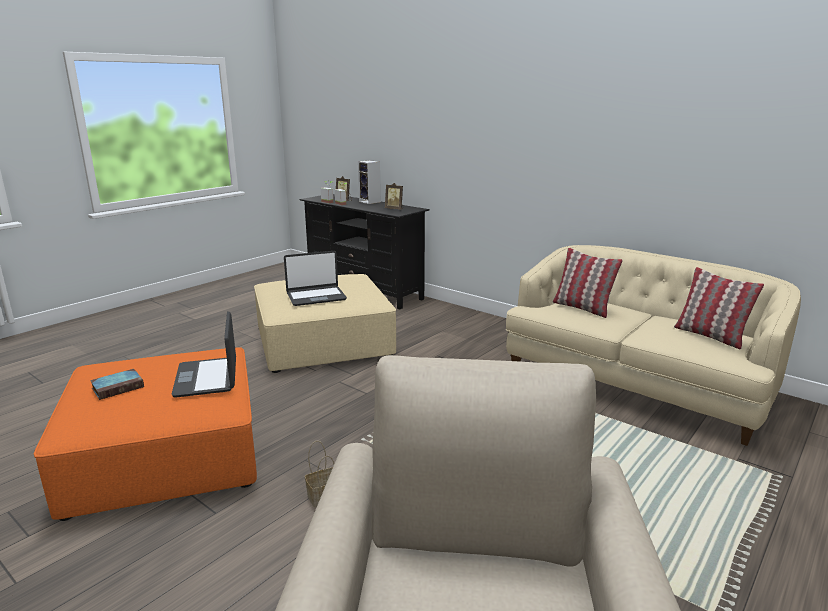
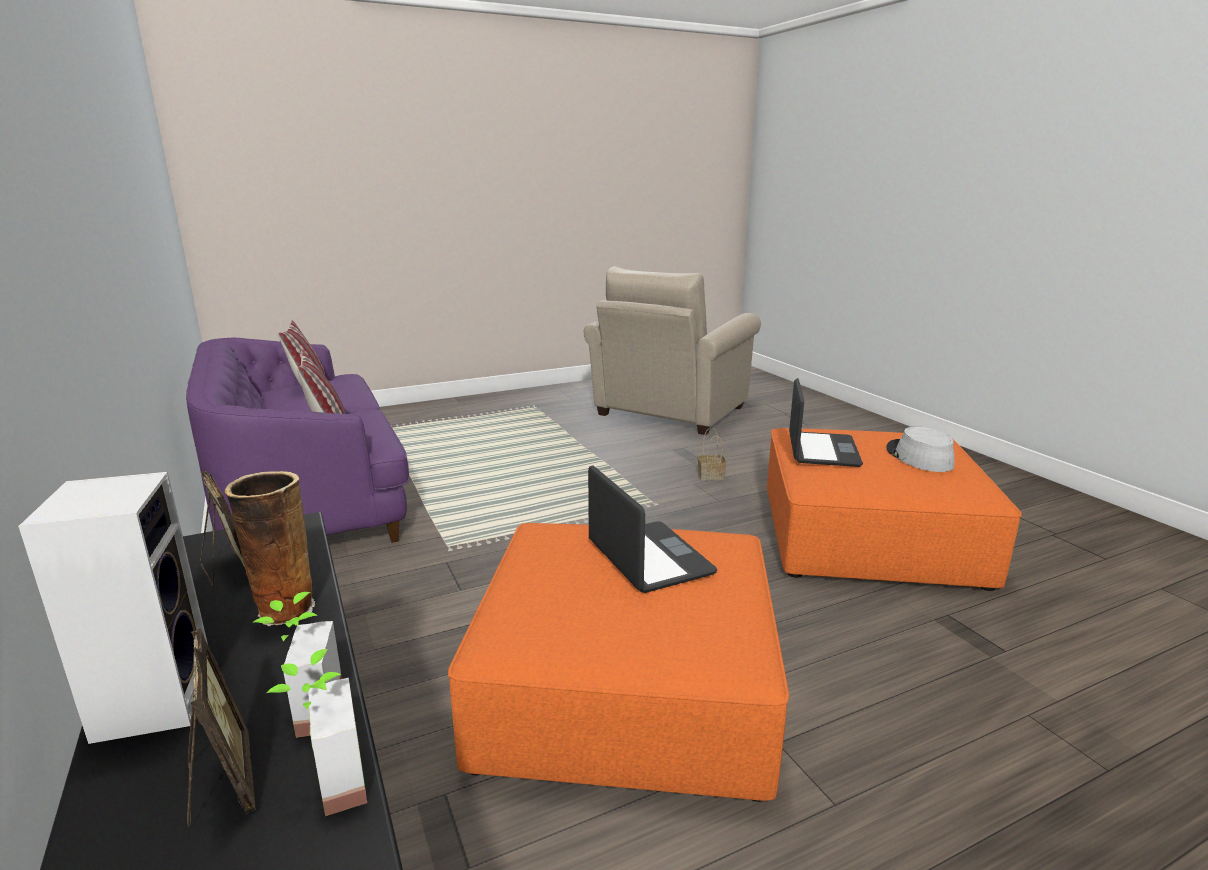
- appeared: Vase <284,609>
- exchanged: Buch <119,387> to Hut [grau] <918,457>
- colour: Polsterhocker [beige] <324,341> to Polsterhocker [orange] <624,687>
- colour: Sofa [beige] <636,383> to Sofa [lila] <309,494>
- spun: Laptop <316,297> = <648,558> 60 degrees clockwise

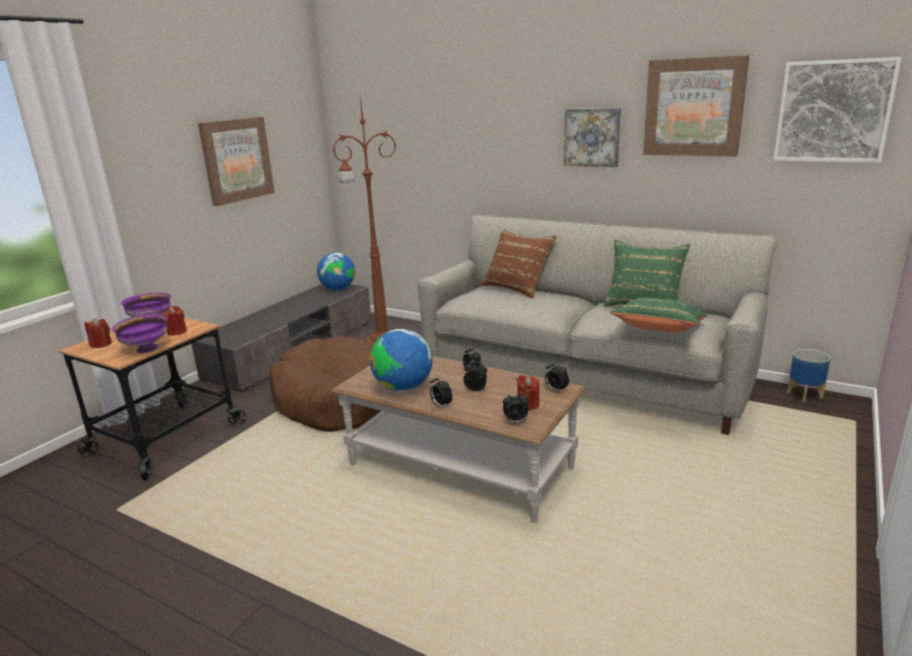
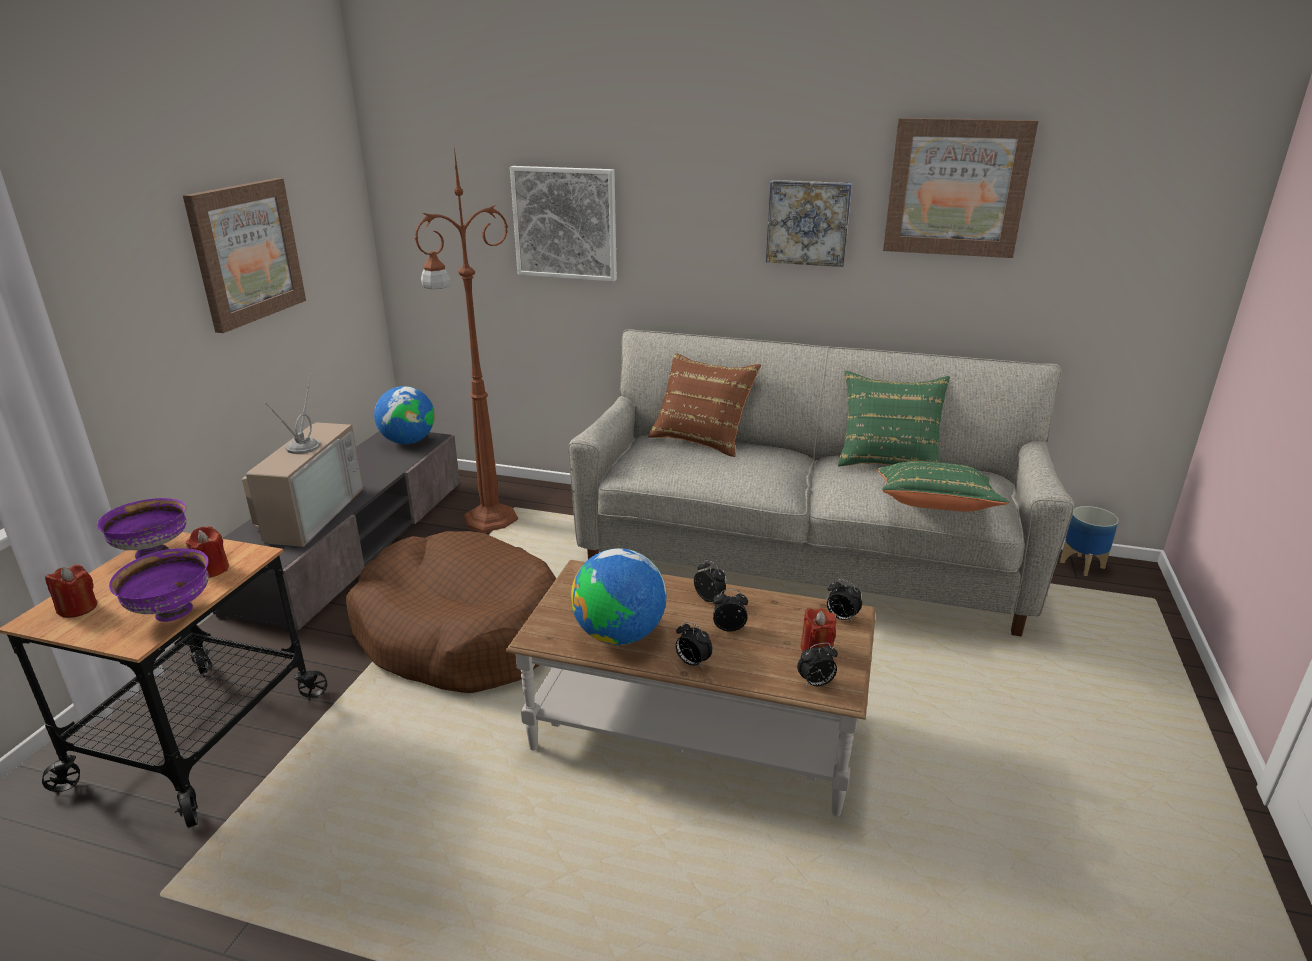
- appeared: Fernseher <308,513>
- relocated: Bild <833,111> to <565,223>

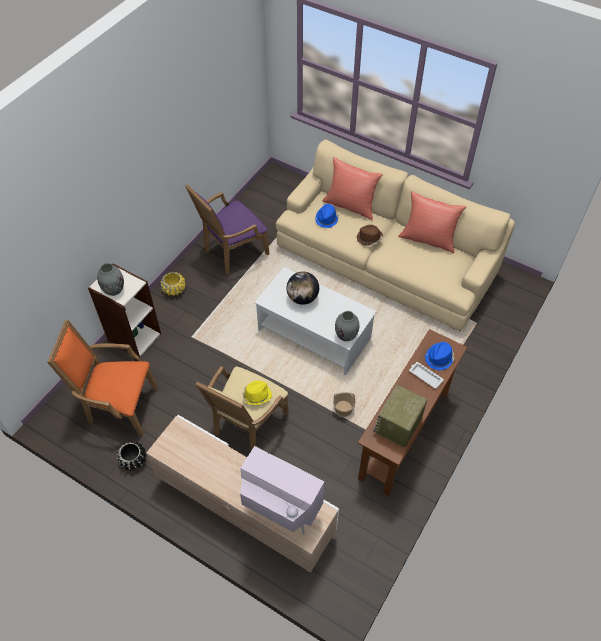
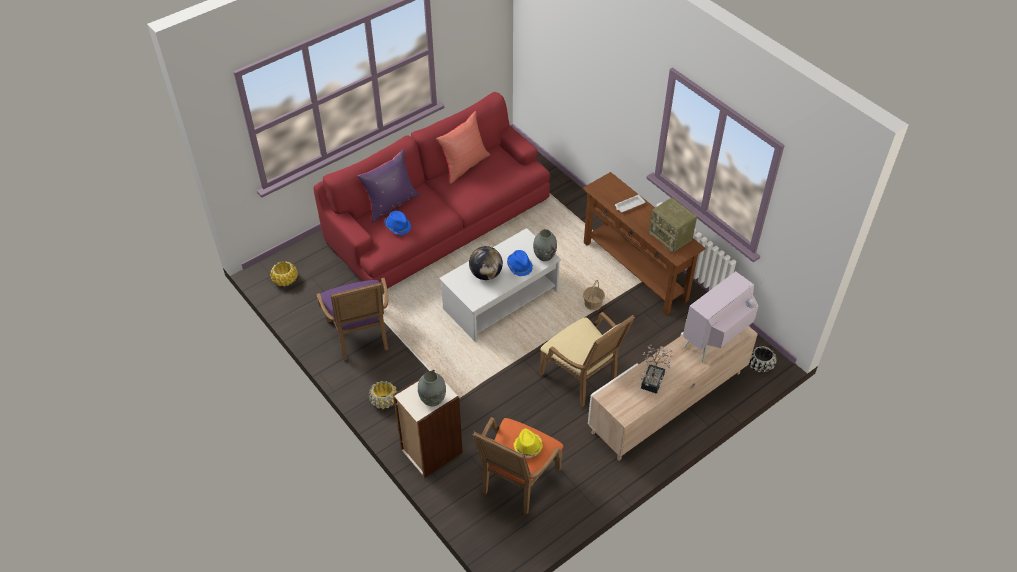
- missing: Hut [braun] <369,238>
- appeared: Pflanzkübel [gelb] <285,280>
- appeared: Topfpflanze <654,379>
- relocated: Pflanzkübel [schwarz] <133,460> to <759,365>
- relocated: Hut [gelb] <256,395> to <527,447>
- relocated: Hut [blau] <439,358> to <519,266>
- colour: Sofa [beige] <385,261> to Sofa [rot] <439,221>
- colour: Kissen [rot] <350,205> to Kissen [lila] <390,204>

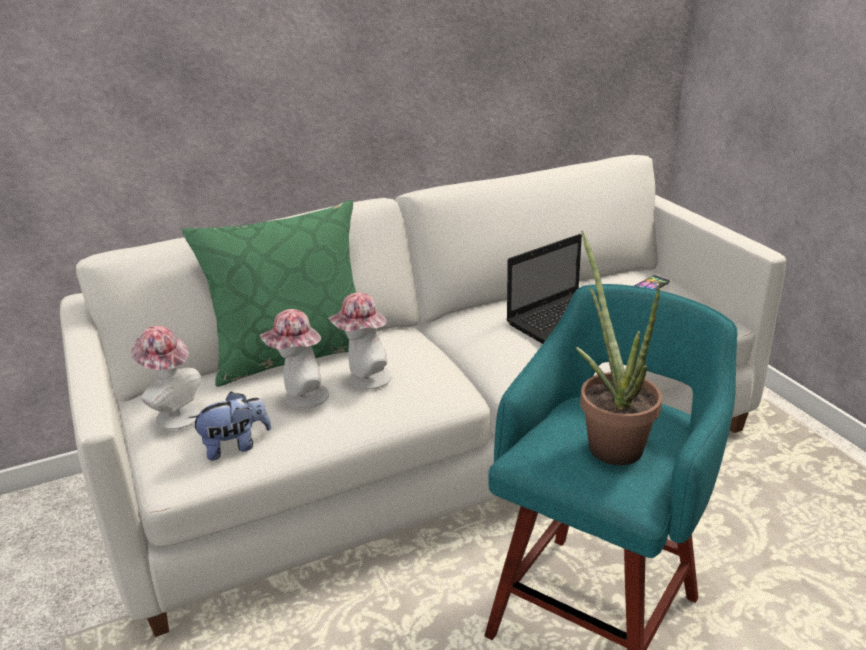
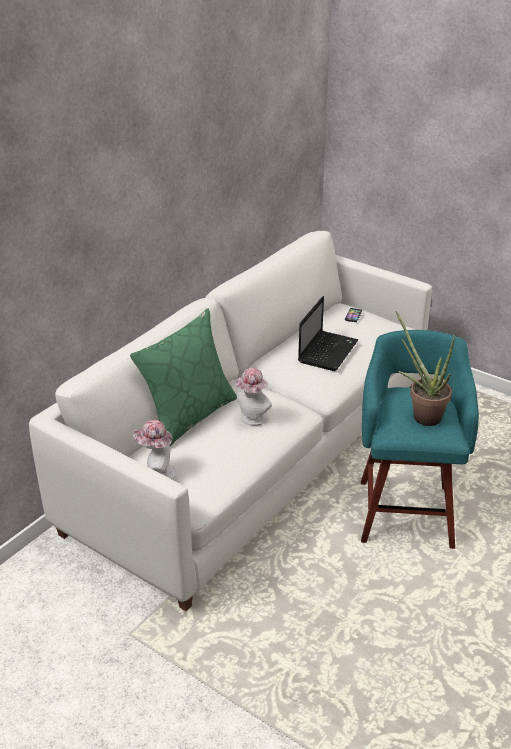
- missing: Plüschtier <235,446>
- missing: Hut <301,398>

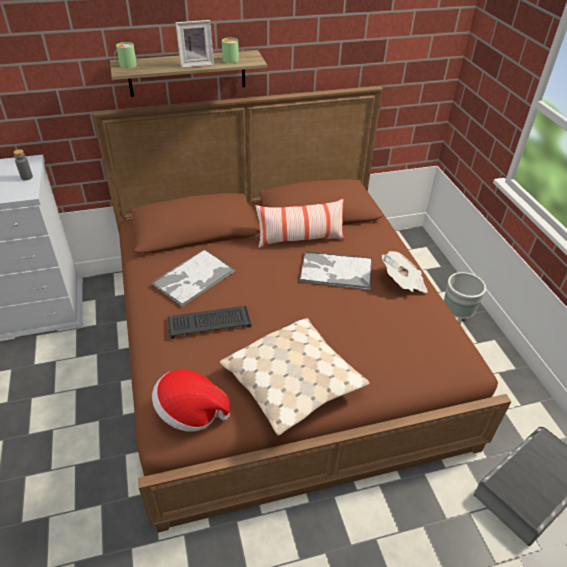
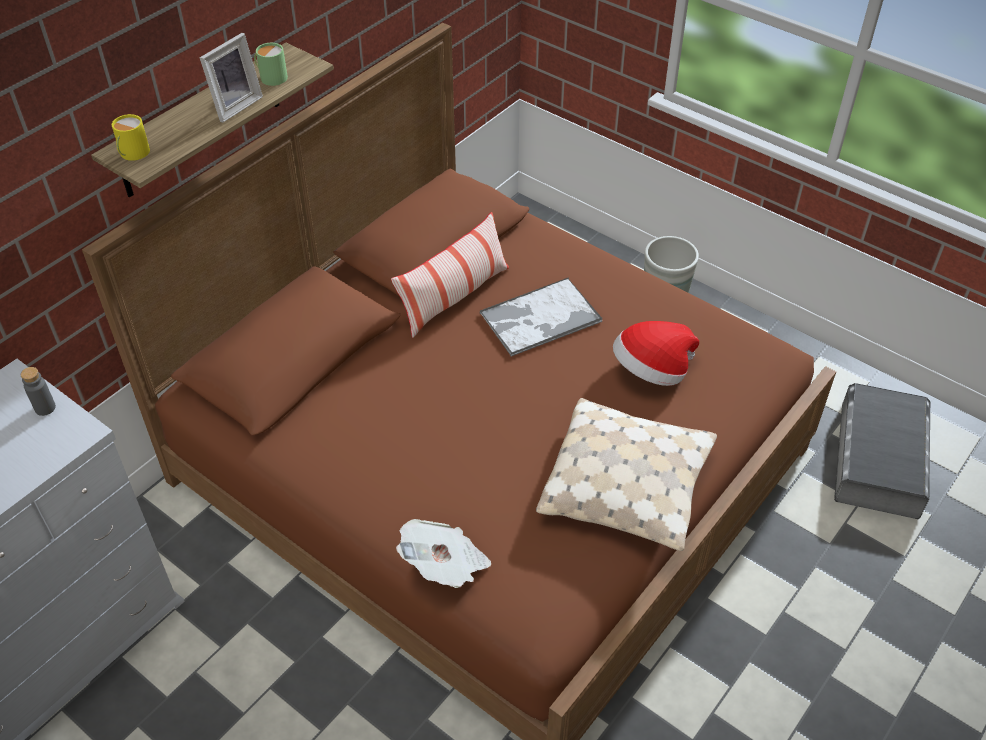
- missing: Tablett <193,278>
- missing: Tastatur <210,322>
- relocated: Hut <190,412> to <651,371>
- relocated: Zeitung <403,282> to <445,566>
- colour: Henkelbecher [grün] <126,65> to Henkelbecher [gelb] <132,153>

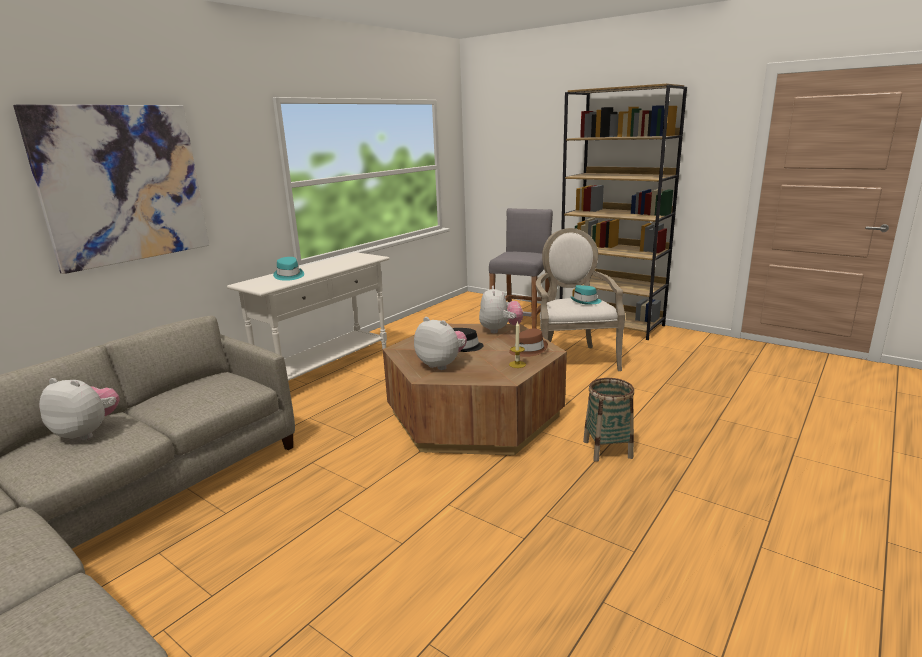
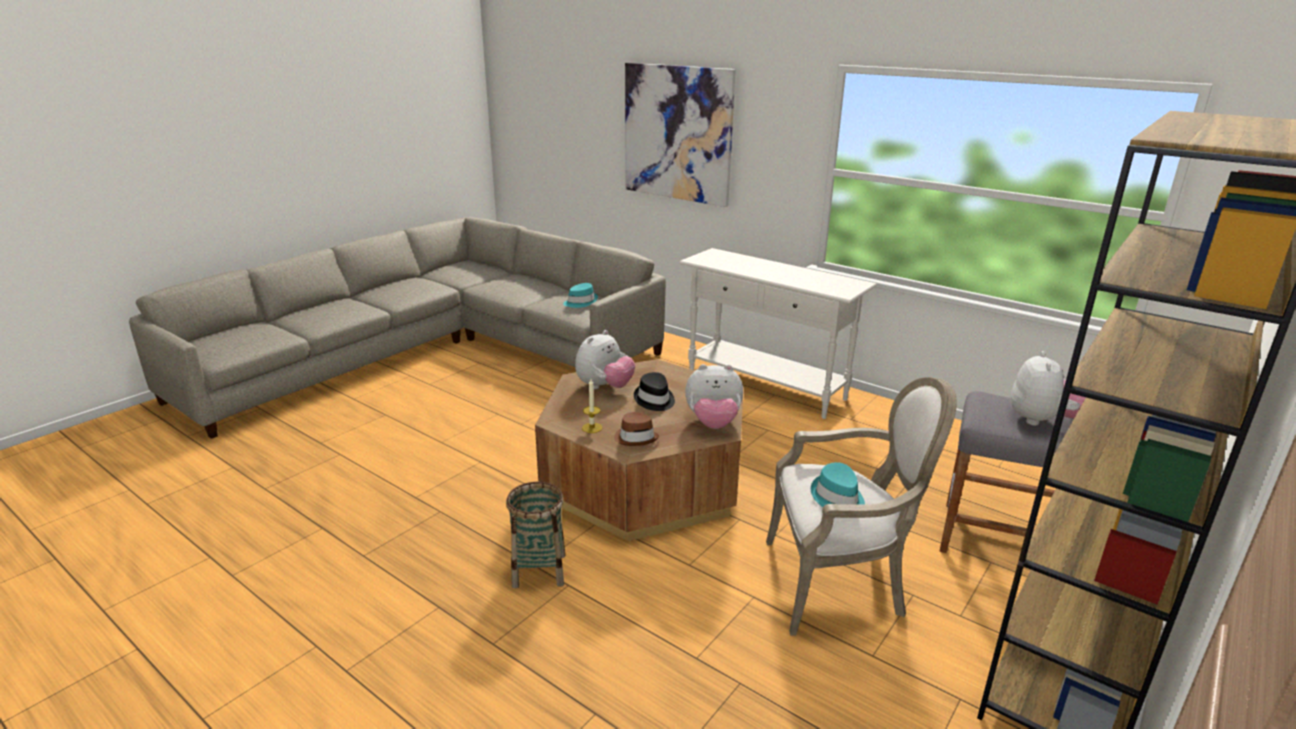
- relocated: Plüschtier <88,432> to <1041,420>
- relocated: Hut [türkis] <289,276> to <580,302>

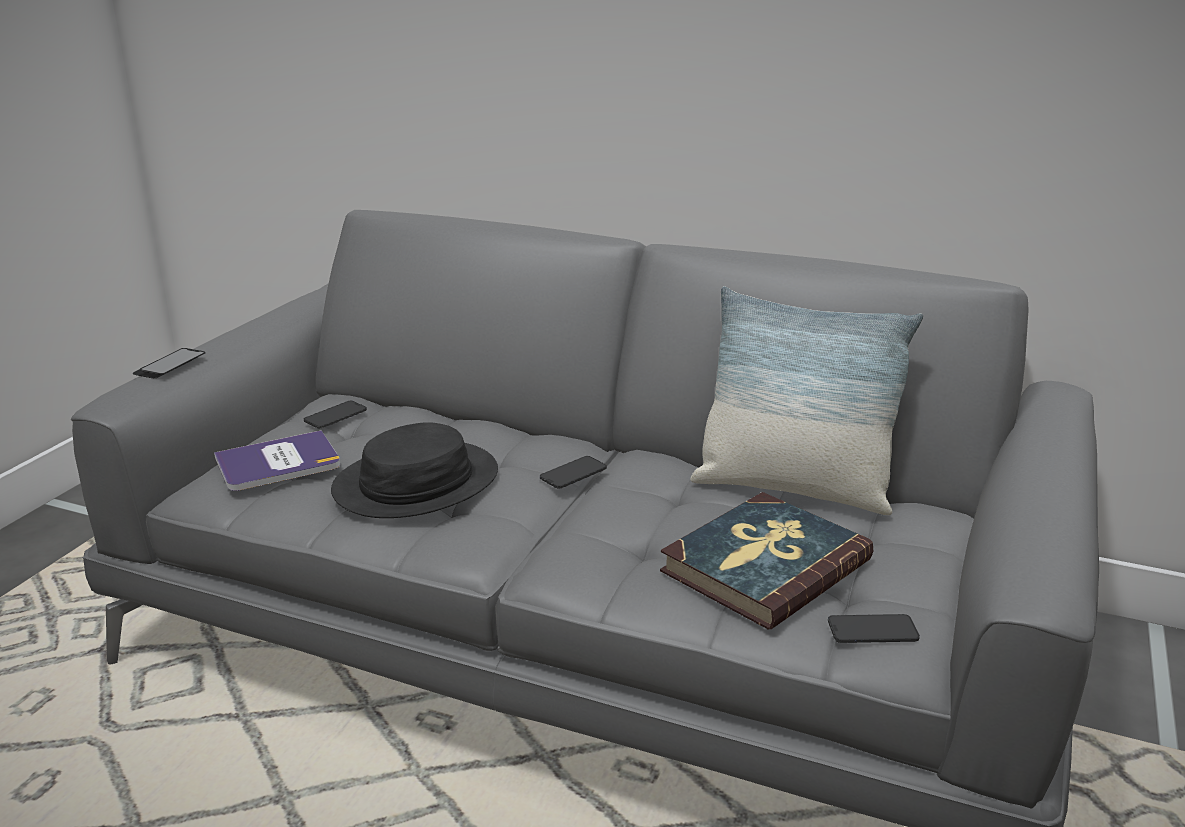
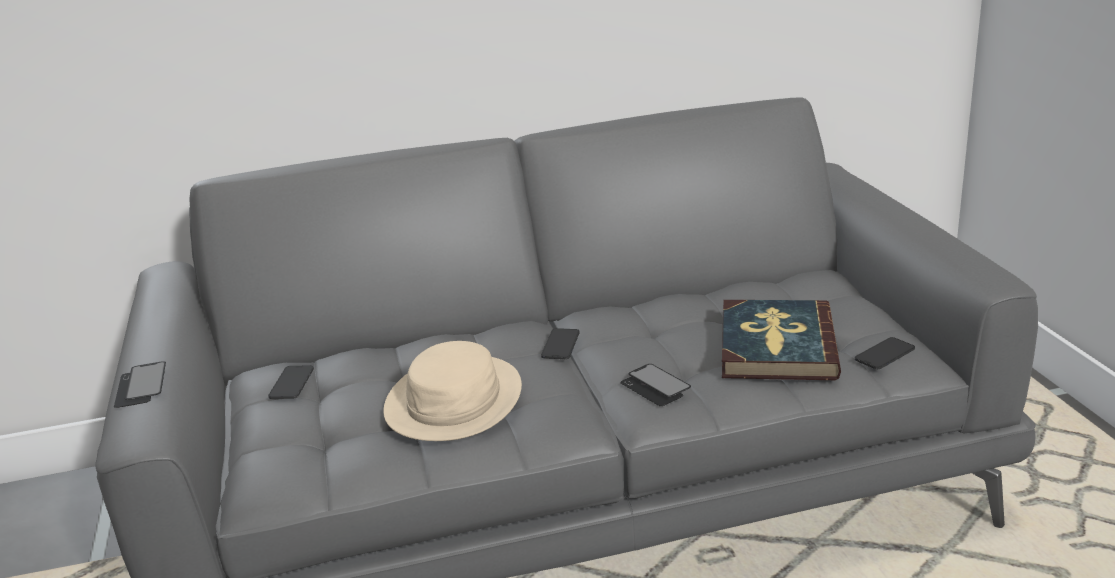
- missing: Buch <278,463>
- missing: Kissen <792,488>
- appeared: Handy <655,387>
- colour: Hut [schwarz] <416,483> to Hut [beige] <454,400>

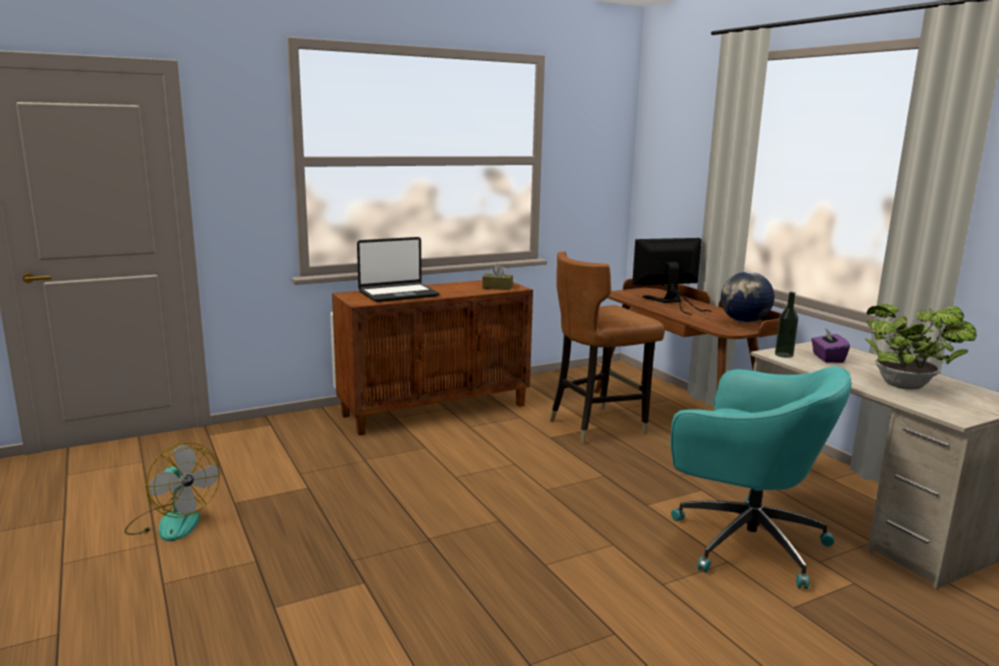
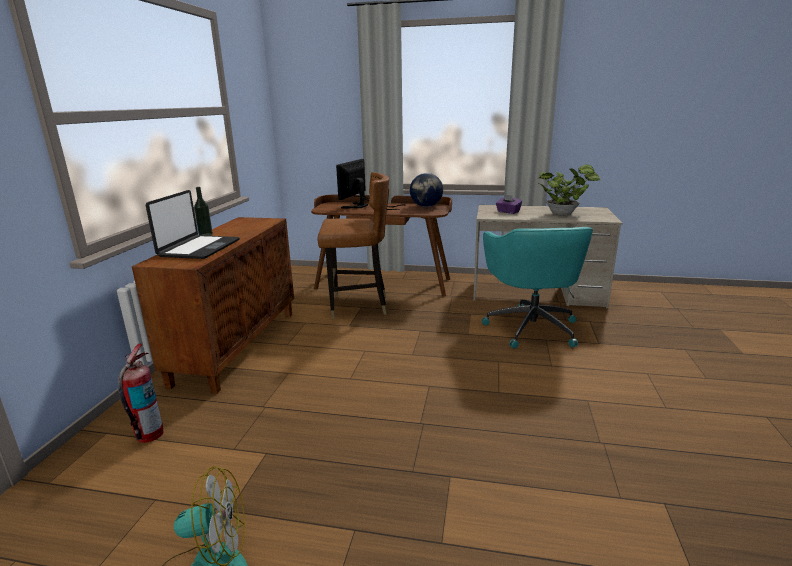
- missing: Taschentuchbox [braun] <497,287>
- appeared: Feuerlöscher <149,435>
- relocated: Flasche <784,355> to <205,235>
- spun: Stuhl [braun] <597,425> = <357,306> 105 degrees counterclockwise
- spun: Bürostuhl [türkis] <743,541> = <531,327> 105 degrees clockwise

